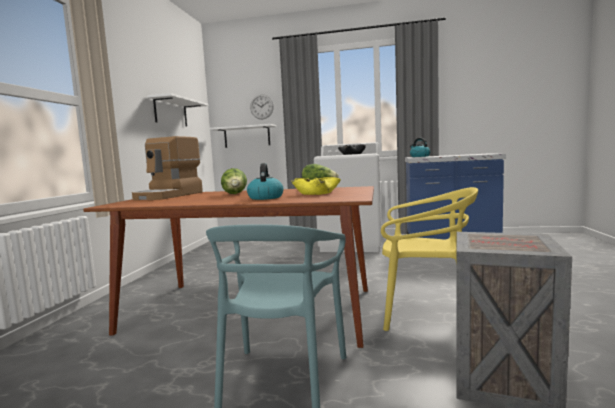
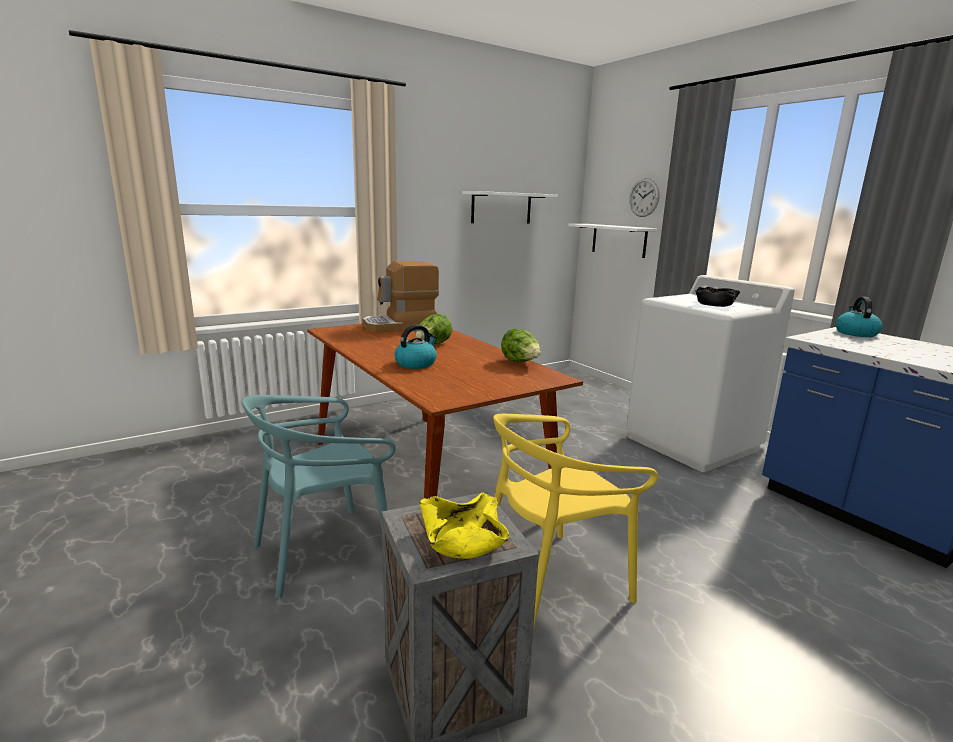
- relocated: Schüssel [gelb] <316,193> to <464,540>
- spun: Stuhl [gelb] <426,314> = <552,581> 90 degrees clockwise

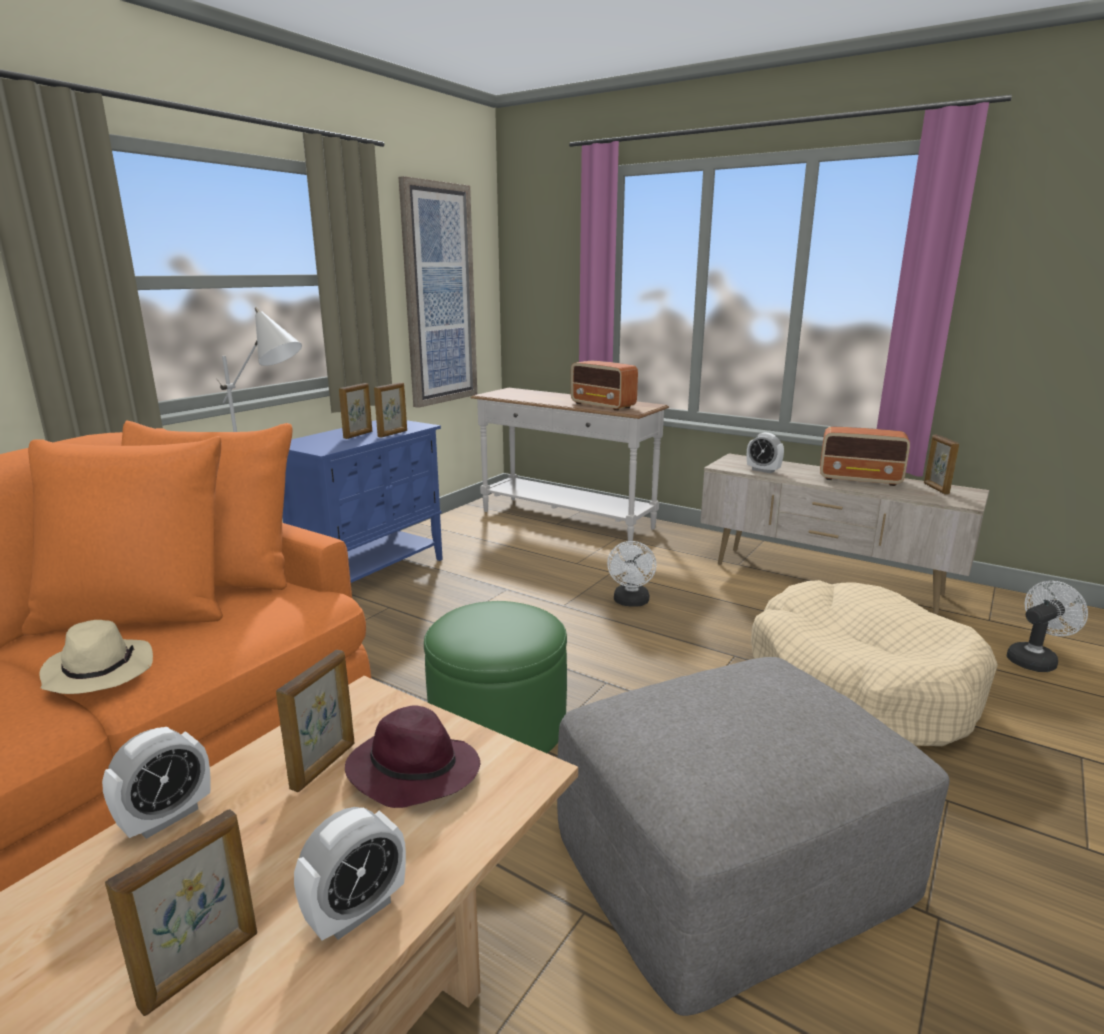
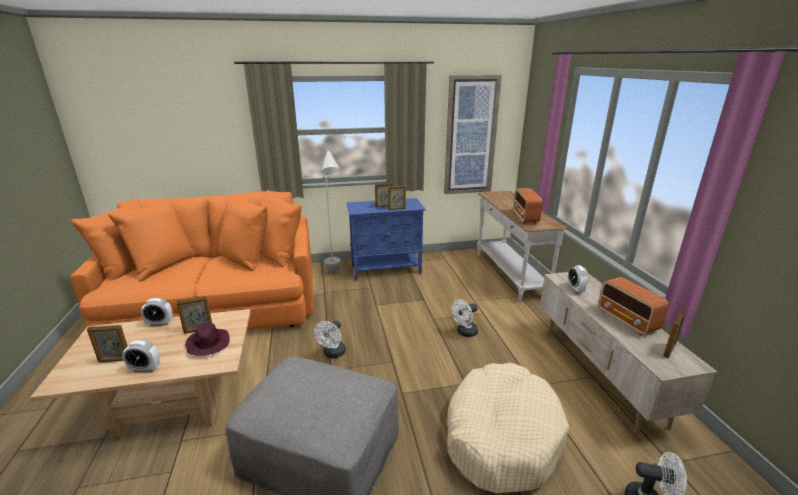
- missing: Hut [beige] <98,672>
- exchanged: Polsterhocker [grün] <498,725> to Ventilator [weiß] <332,354>

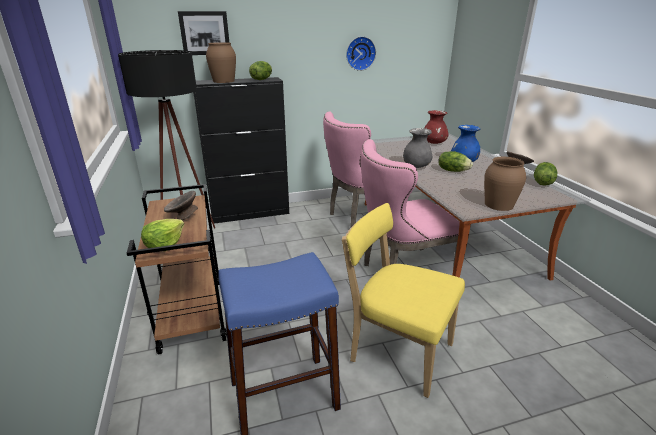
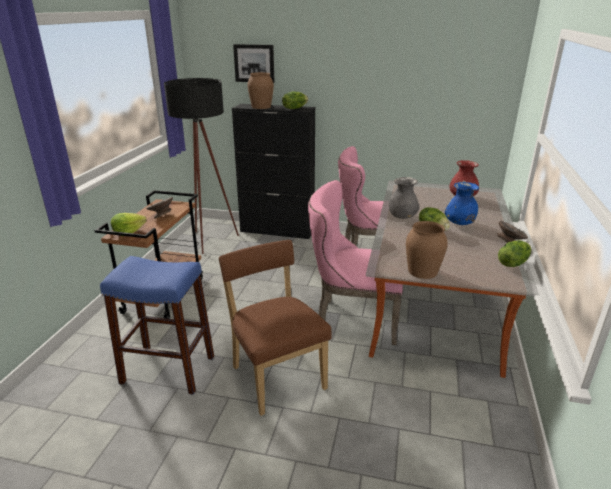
- missing: Wanduhr <360,53>
- colour: Stuhl [gelb] <397,350> to Stuhl [braun] <276,375>

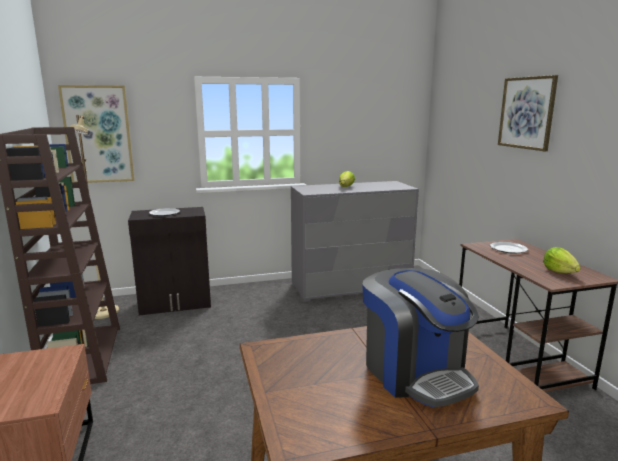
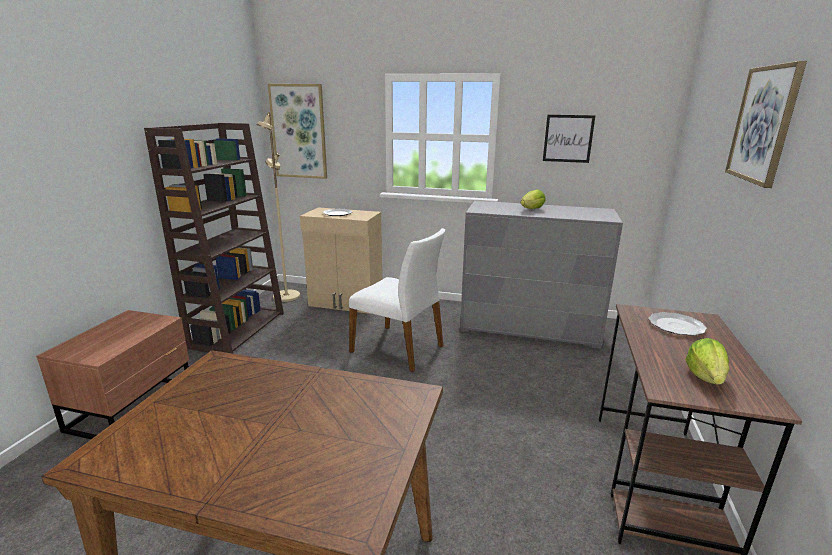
- missing: Kaffeemaschine <415,372>
- appeared: Stuhl [weiß] <399,348>
- appeared: Bild <568,138>
- colour: Schrank [schwarz] <176,304> to Schrank [beige] <346,303>

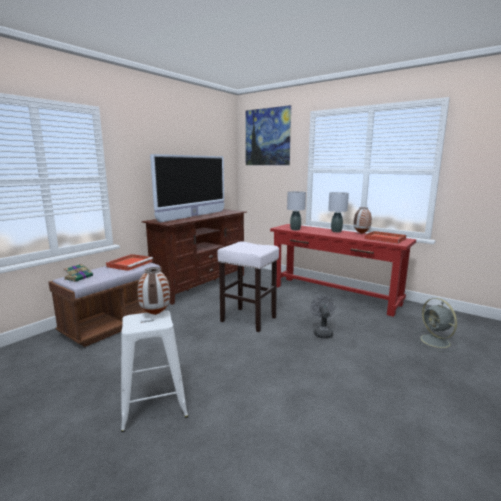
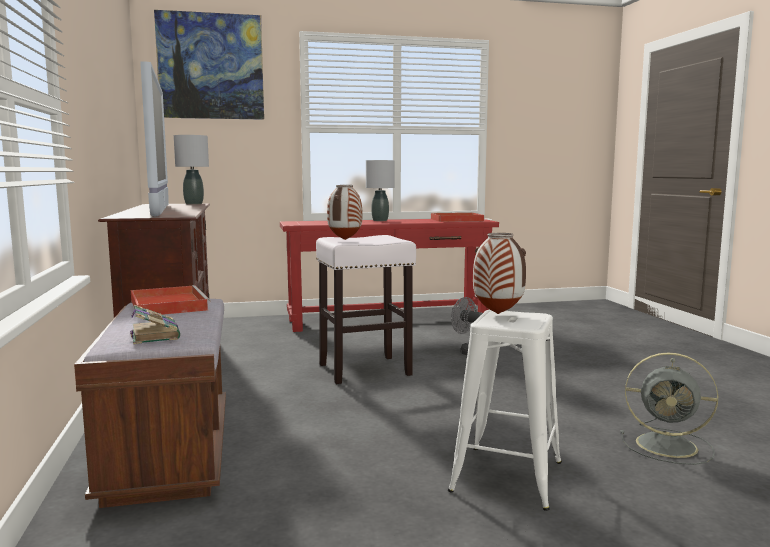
- relocated: Tischlampe [grau] <295,229> to <194,203>
- relocated: Vase <361,233> to <345,240>
- relocated: Ventilator [grau] <436,341> to <669,446>

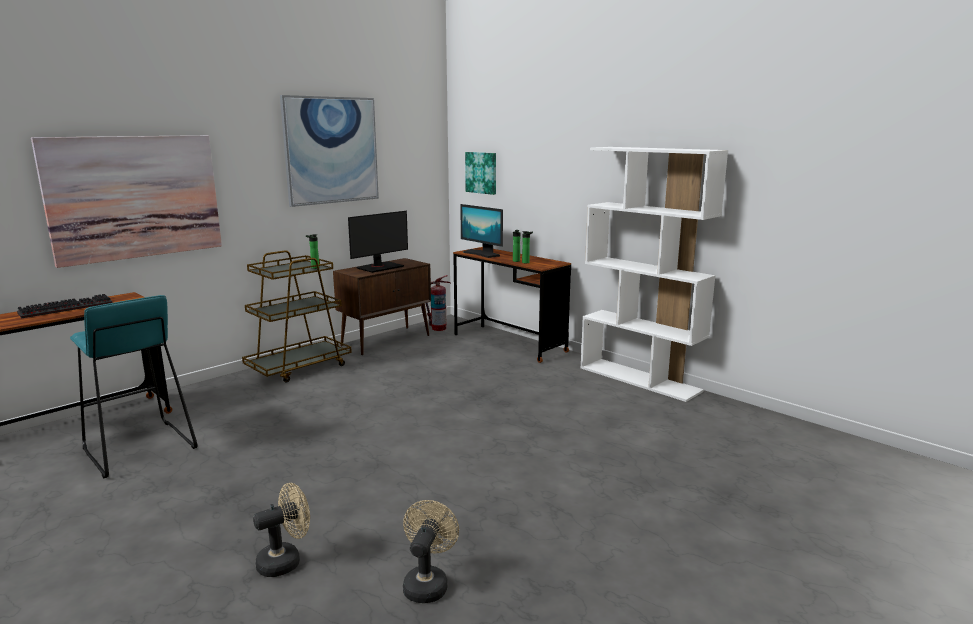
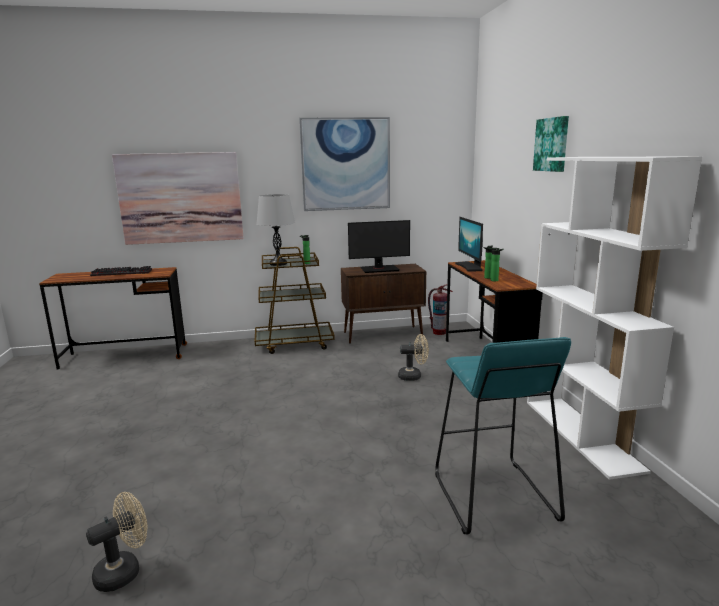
- appeared: Tischlampe [grau] <278,264>
- relocated: Hocker [türkis] <138,448> to <492,497>
- relocated: Ventilator [beige] <286,561> to <413,376>
- relocated: Bild <482,172> to <552,144>

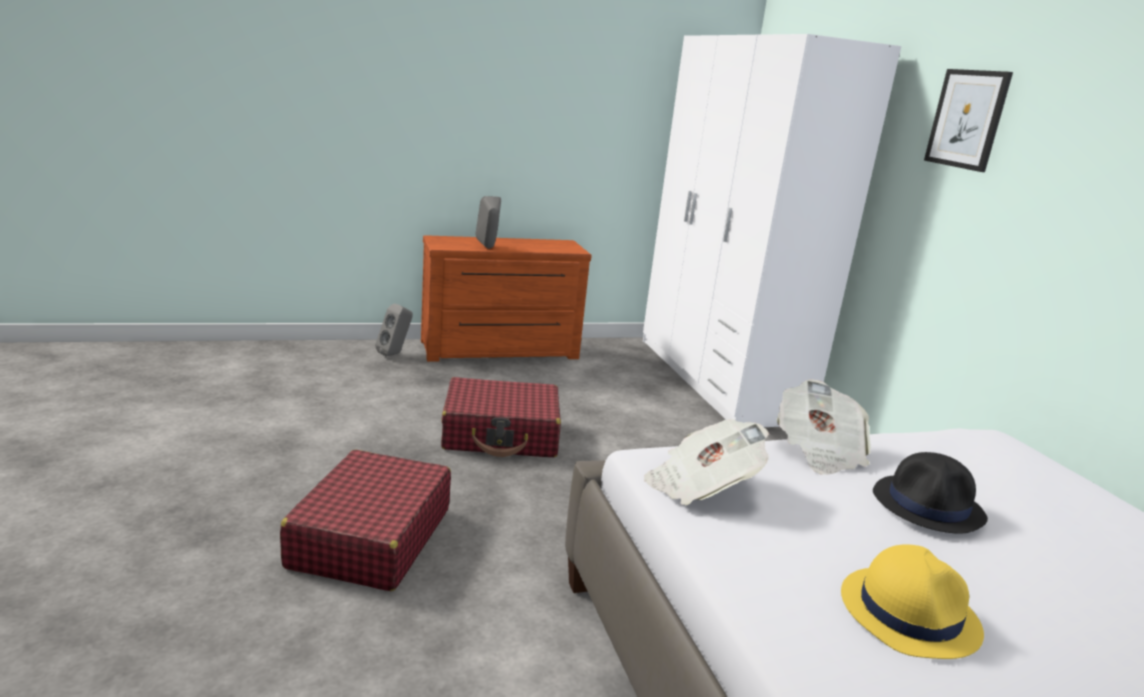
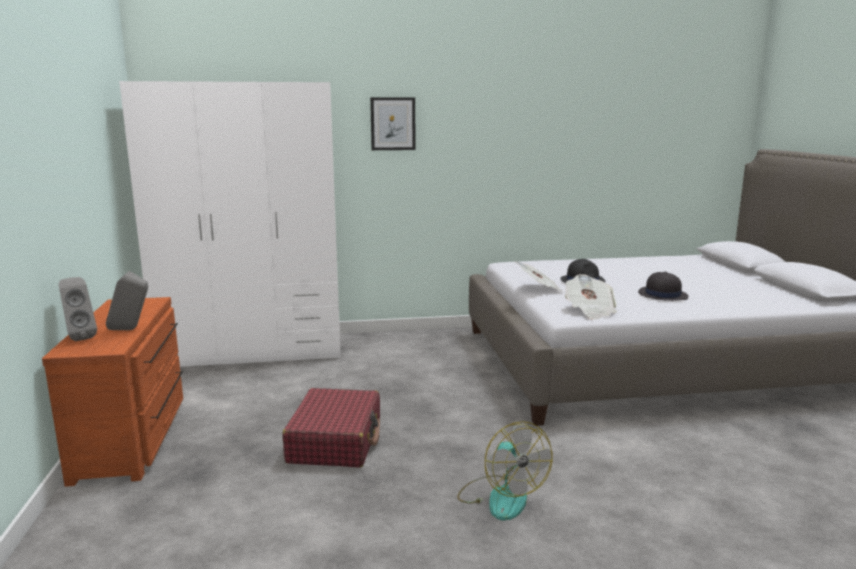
- relocated: Lautsprecher [grau] <395,354> to <79,337>
- exchanged: Koffer [rot] <370,538> to Ventilator <501,496>
- colour: Hut [gelb] <909,612> to Hut [schwarz] <662,295>

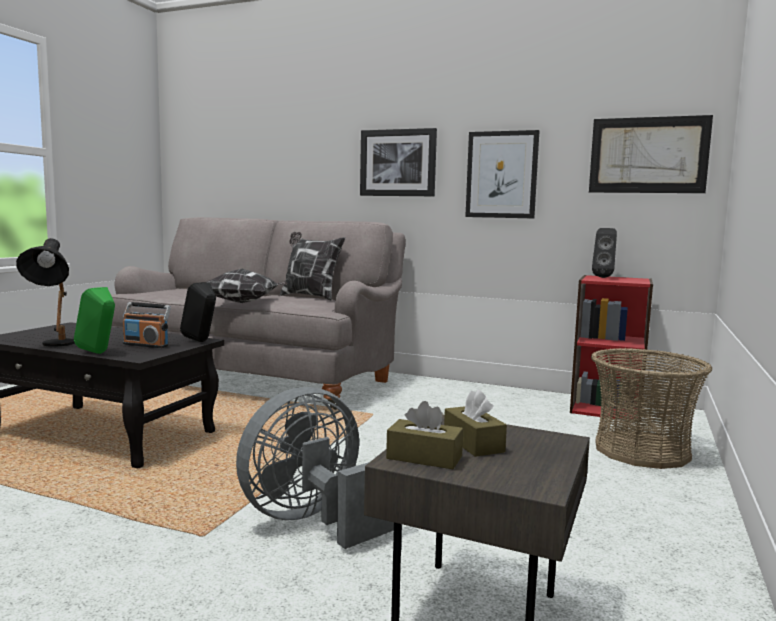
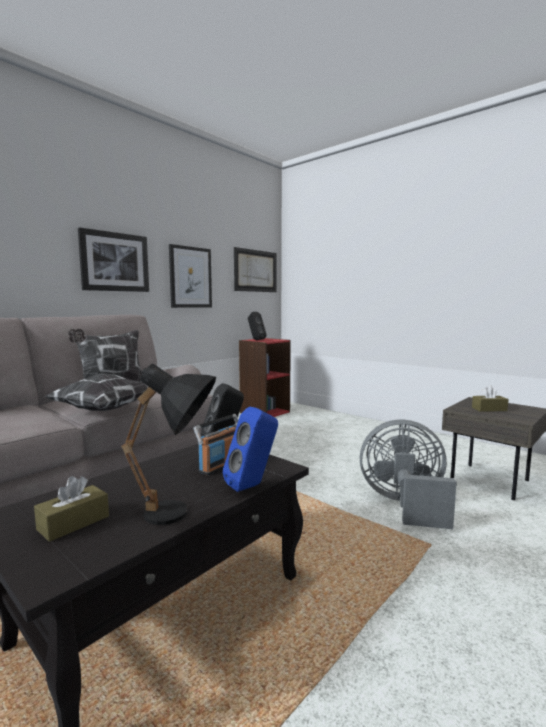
- missing: Korb <642,451>
- relocated: Taschentuchbox [braun] <424,457> to <73,523>
- colour: Lautsprecher [grün] <99,353> to Lautsprecher [blau] <253,486>
- spun: Ventilator [grau] <314,521> = <404,504> 120 degrees clockwise

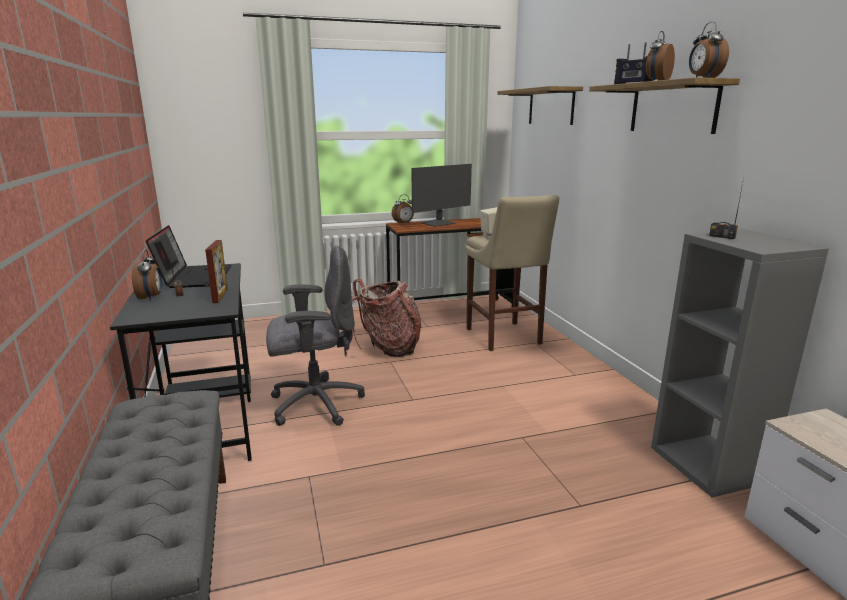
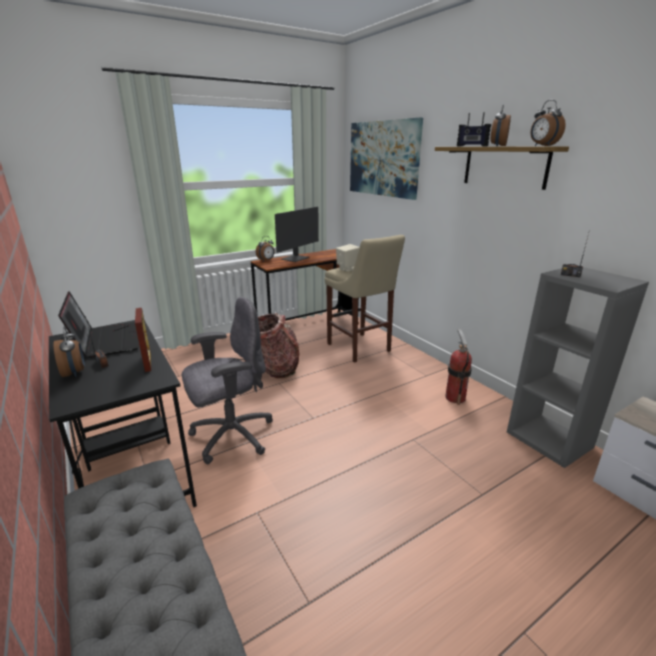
- appeared: Feuerlöscher <455,397>
- exchanged: Wandregal <551,106> to Bild <383,158>

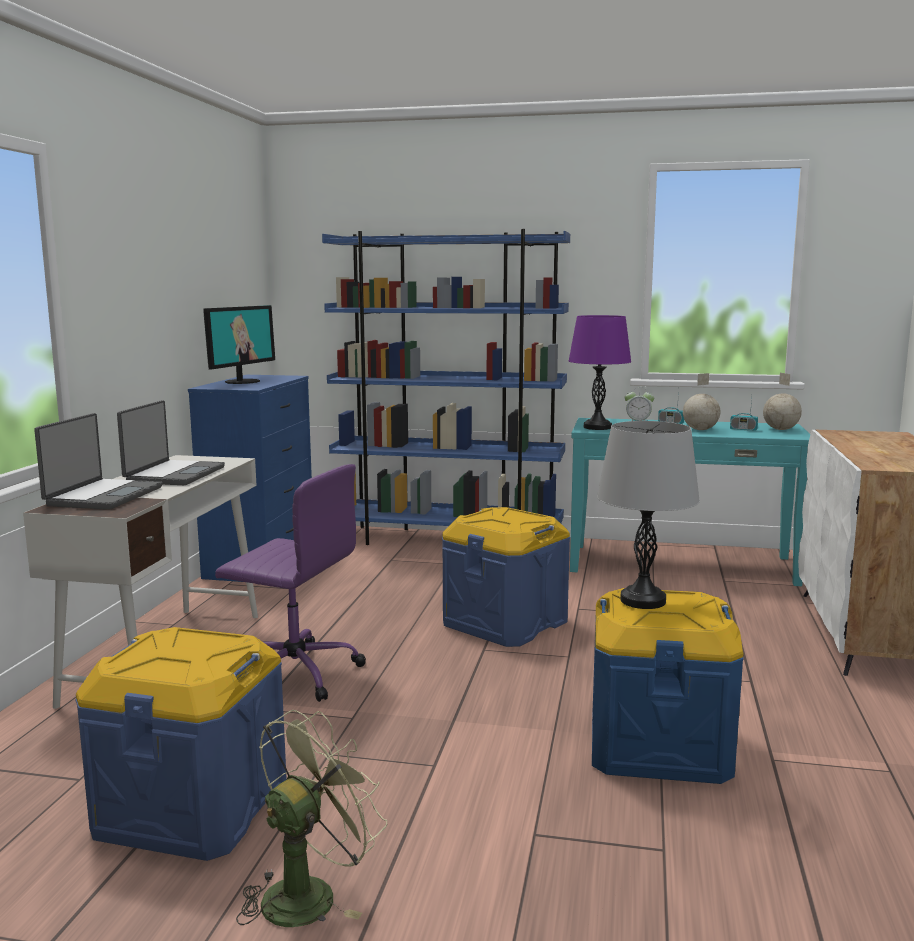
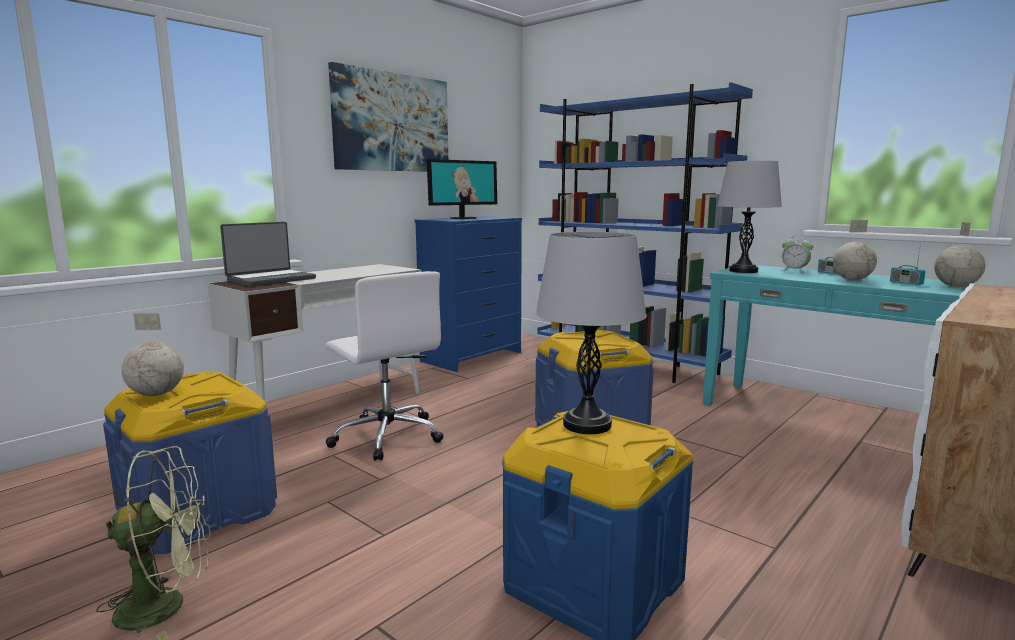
- missing: Laptop <173,475>
- appeared: Globus <156,394>
- appeared: Bild <392,122>
- colour: Bürostuhl [lila] <293,673> to Bürostuhl [weiß] <387,436>
- colour: Tischlampe [lila] <597,427> to Tischlampe [grau] <743,271>

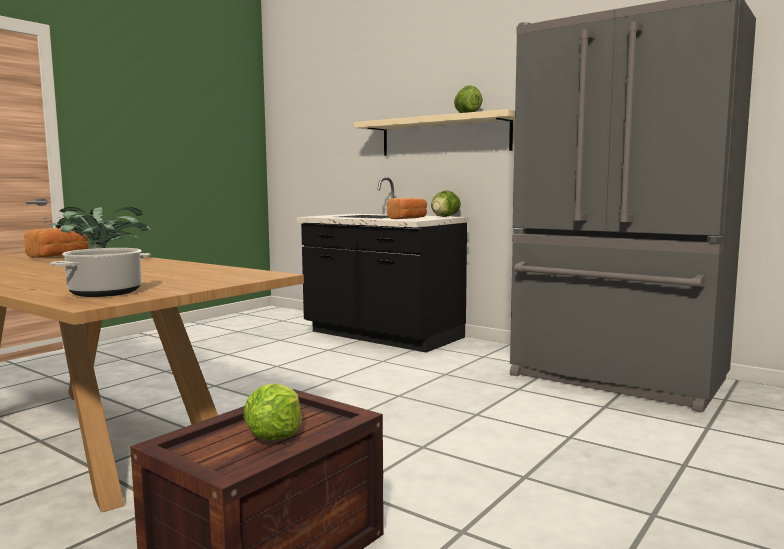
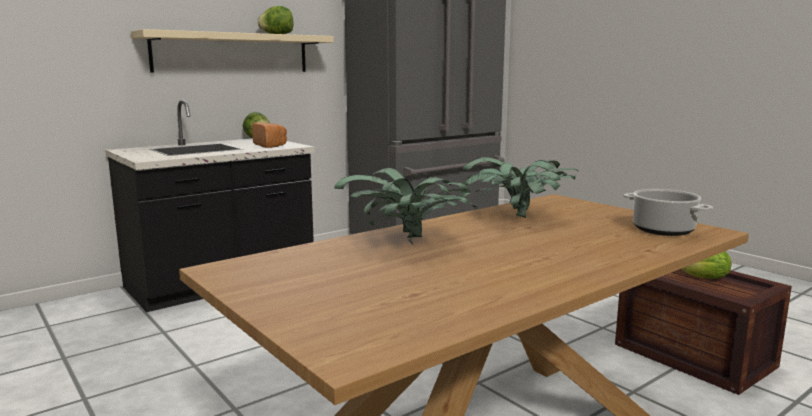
- missing: Brot <60,256>
- appeared: Topfpflanze <517,217>

